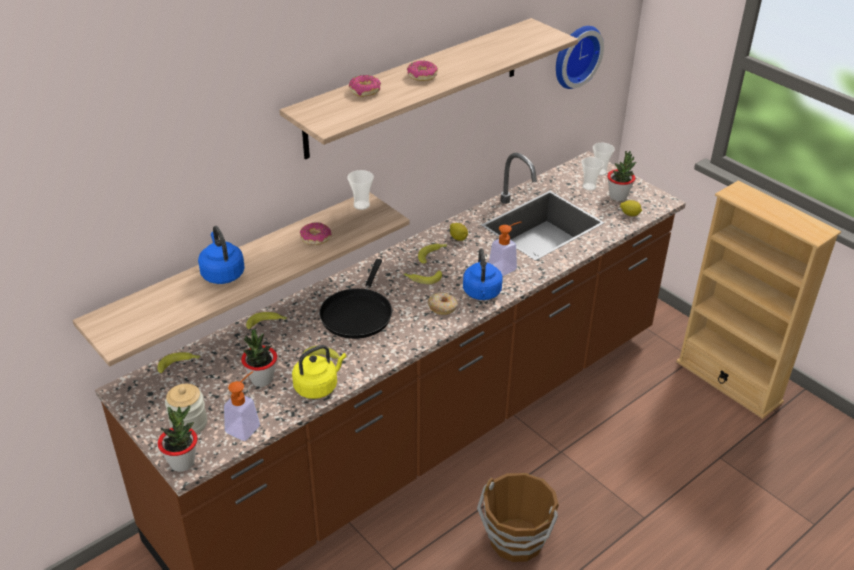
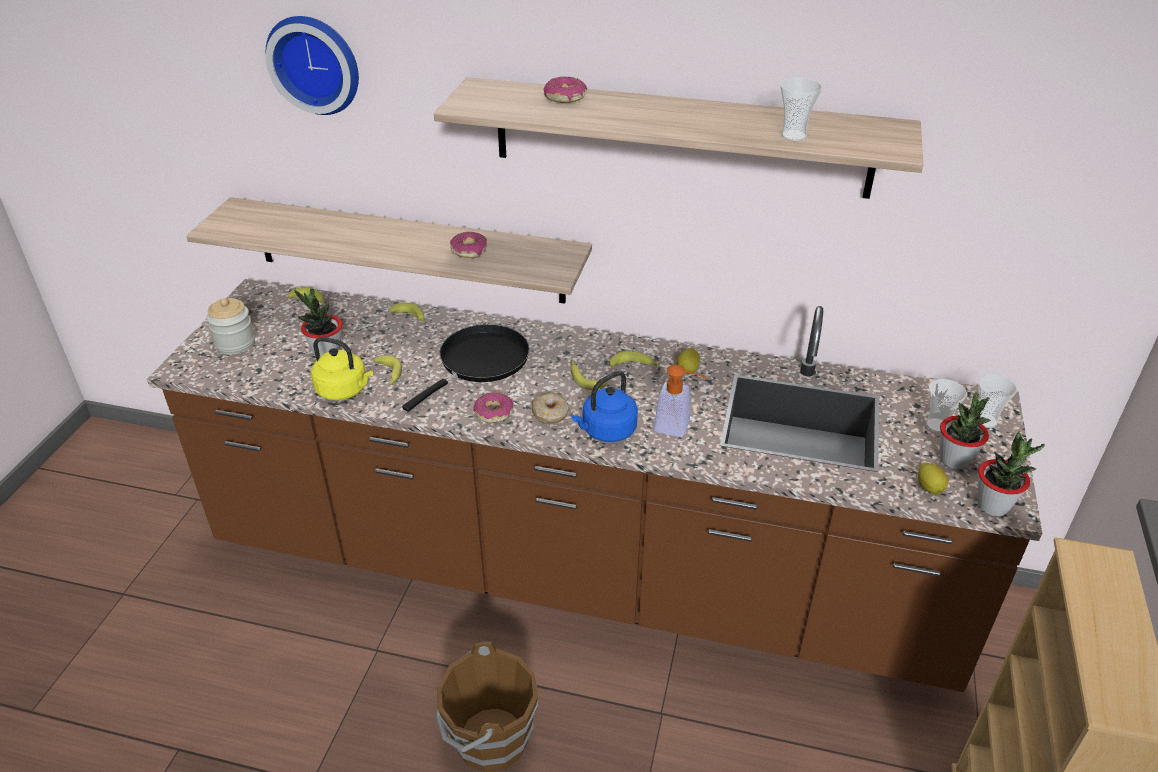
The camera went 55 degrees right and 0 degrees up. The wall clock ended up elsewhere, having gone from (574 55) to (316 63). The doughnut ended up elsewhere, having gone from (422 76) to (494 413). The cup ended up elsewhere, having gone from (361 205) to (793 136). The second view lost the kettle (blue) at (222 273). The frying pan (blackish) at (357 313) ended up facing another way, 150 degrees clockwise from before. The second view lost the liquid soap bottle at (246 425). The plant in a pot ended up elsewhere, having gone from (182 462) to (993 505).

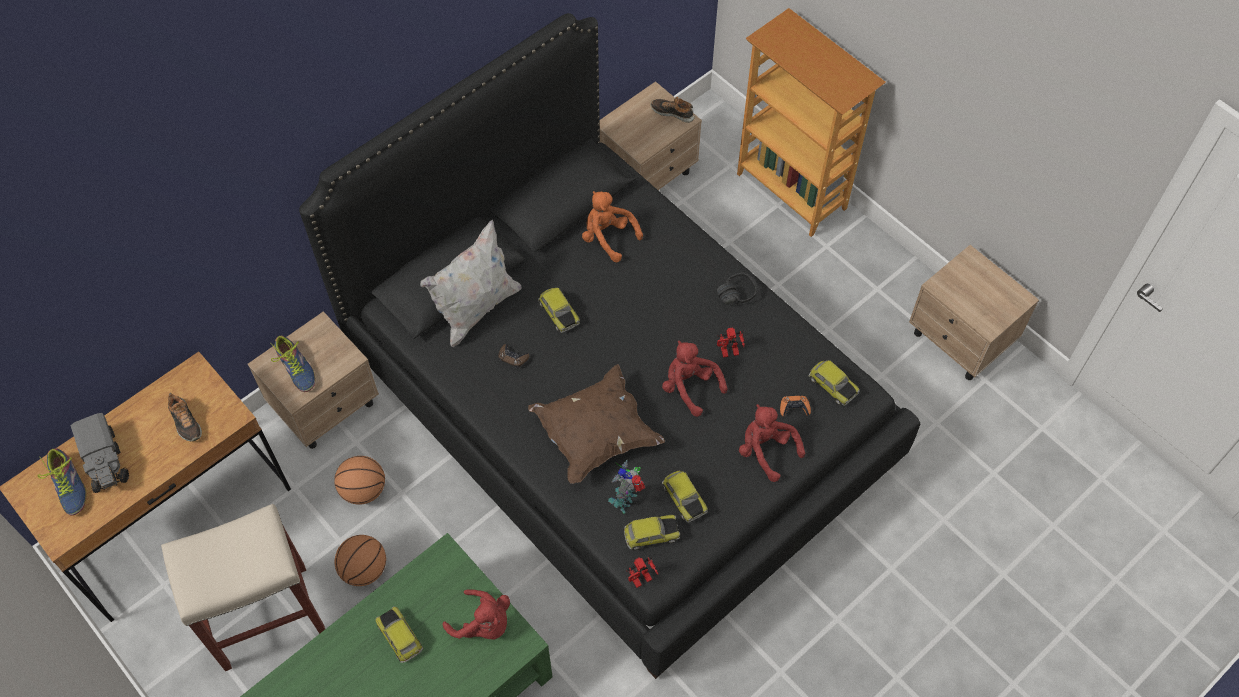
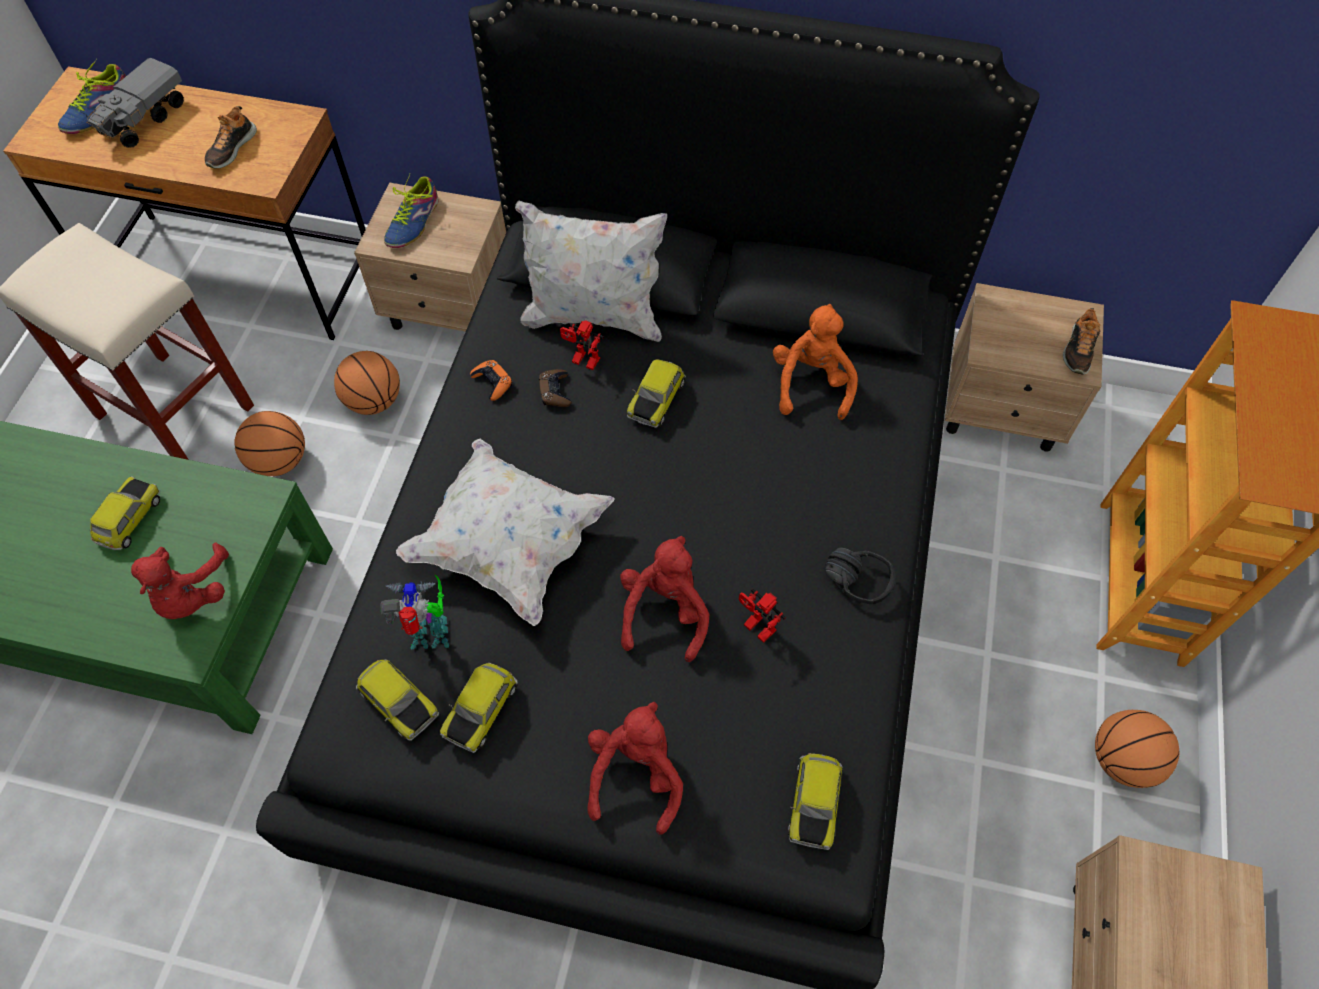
The camera went 55 degrees right and 0 degrees up. The item of footwear at (673 112) ended up facing another way, 150 degrees counterclockwise from before. What was the throw pillow (brownish) at (595 434) turned into the throw pillow (whitish) at (509 545). The joypad (orangey) ended up elsewhere, having gone from (794 408) to (492 382). The toy robot ended up elsewhere, having gone from (641 581) to (582 362). The second view gained the basketball at (1122 759).

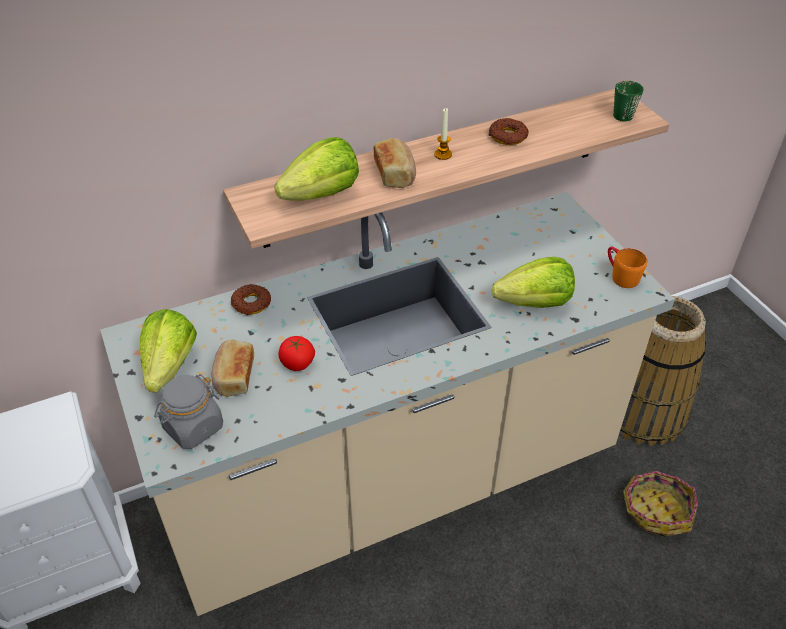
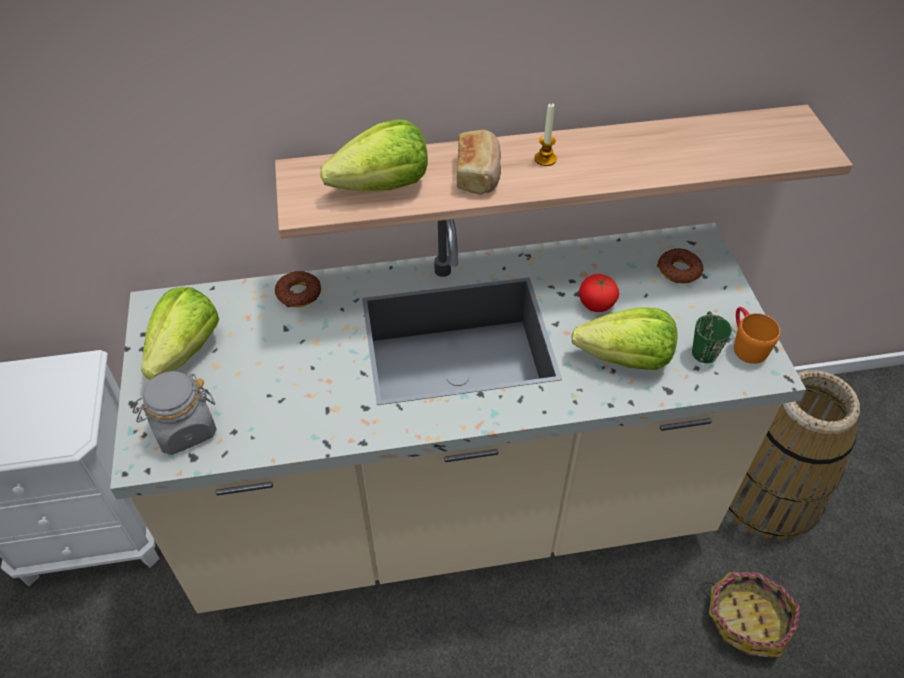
The camera went 15 degrees right and 5 degrees up. The coffee mug (green) ended up elsewhere, having gone from (620 112) to (703 347). The doughnut ended up elsewhere, having gone from (507 136) to (679 270). The tomato ended up elsewhere, having gone from (297 363) to (596 304). The second view lost the bakery bread at (233 376).

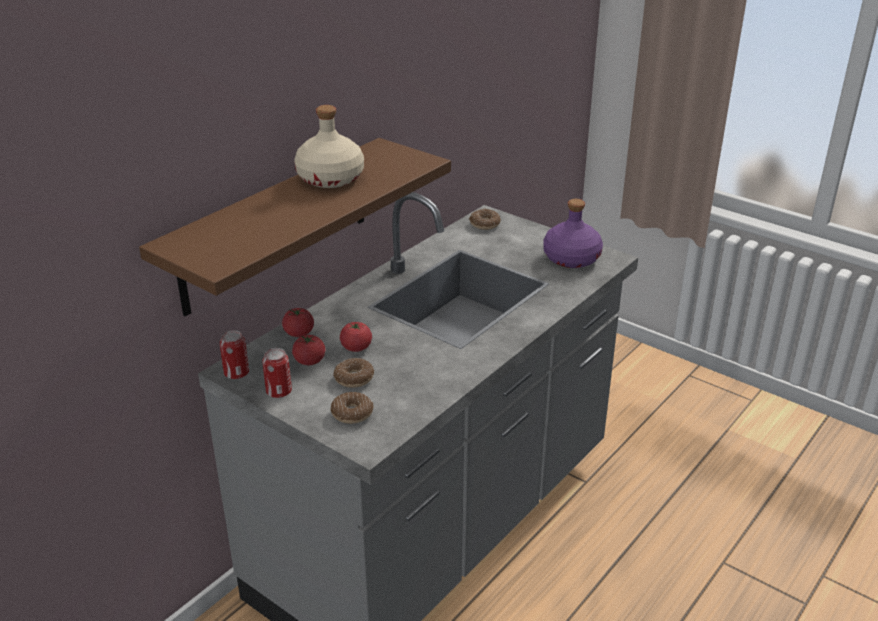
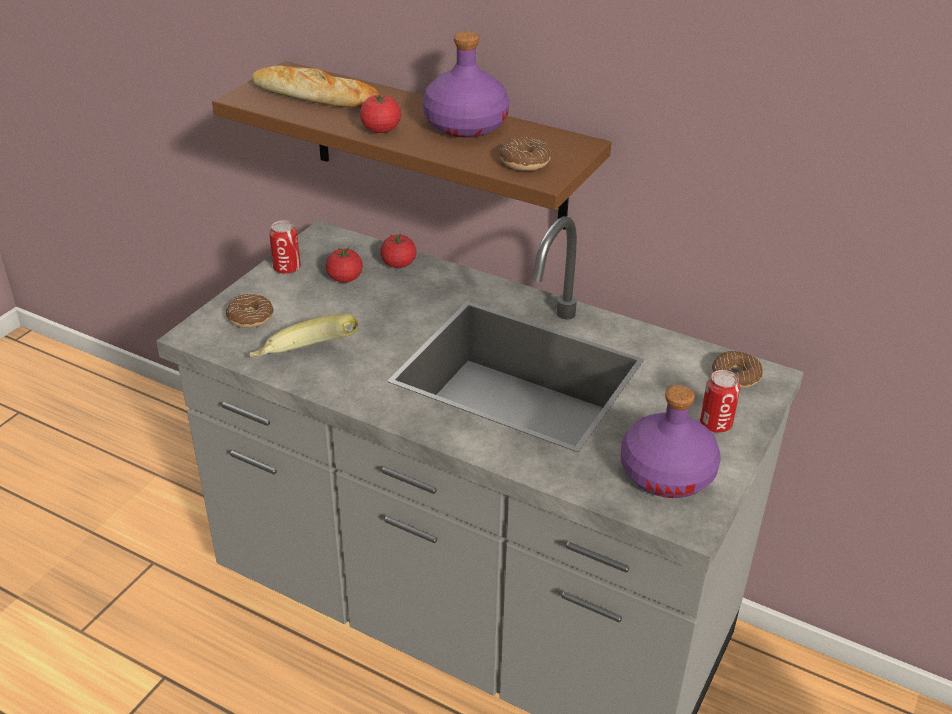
The camera went 80 degrees right and 5 degrees up. What was the beverage bottle (beige) at (330 178) turned into the beverage bottle (purple) at (464 125). The tomato ended up elsewhere, having gone from (356 347) to (381 129). The can ended up elsewhere, having gone from (236 373) to (715 424). The doughnut ended up elsewhere, having gone from (354 378) to (525 162). The second view gained the bakery bread at (316 96). The second view gained the banana at (305 361).

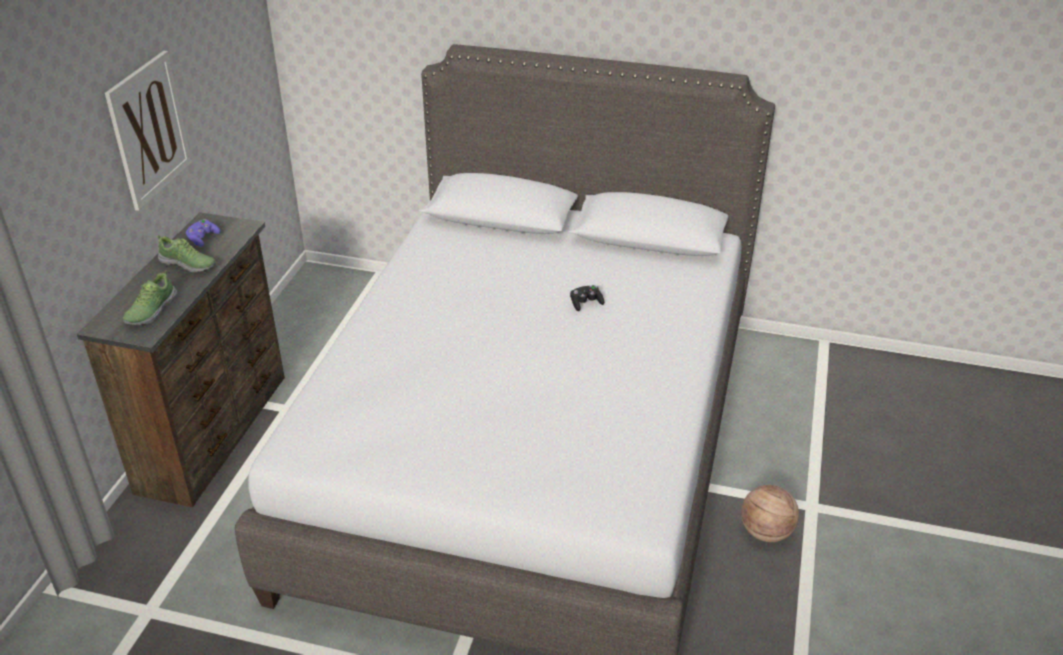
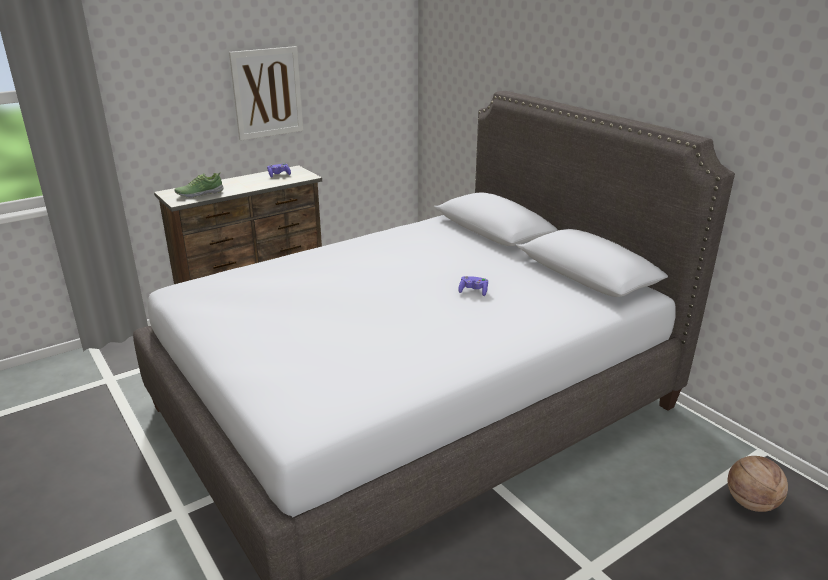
The camera went 40 degrees right and 10 degrees down. The second view lost the item of footwear at (188 264). What was the joypad (blackish) at (585 303) turned into the joypad (purple) at (473 291). The basketball ended up elsewhere, having gone from (766 532) to (751 503).

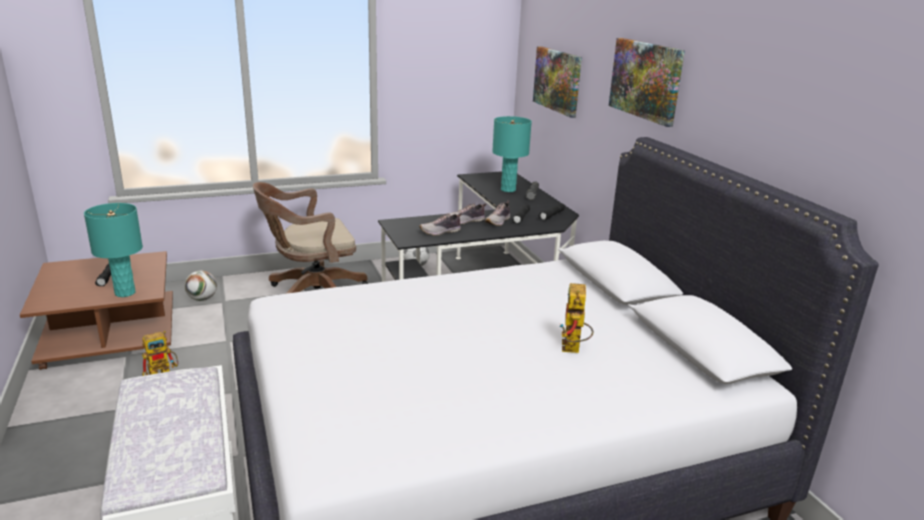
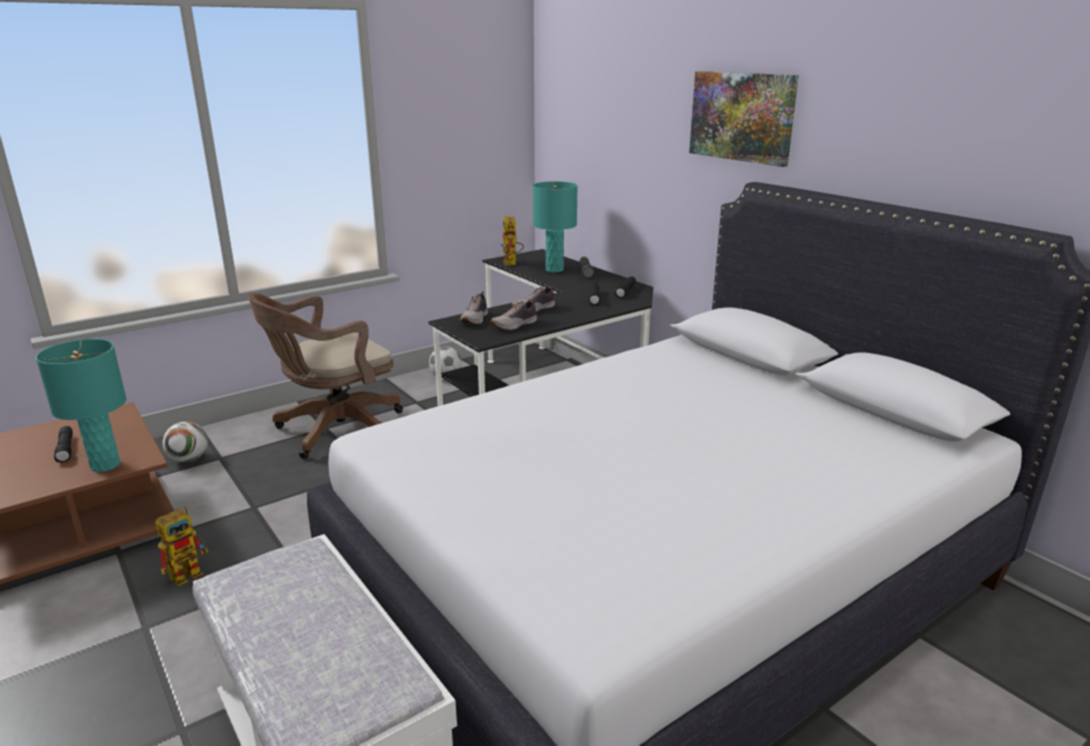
The camera went 15 degrees left and 0 degrees up. The second view lost the picture at (557 80). The item of footwear ended up elsewhere, having gone from (498 221) to (475 319). The toy robot ended up elsewhere, having gone from (573 350) to (511 264).

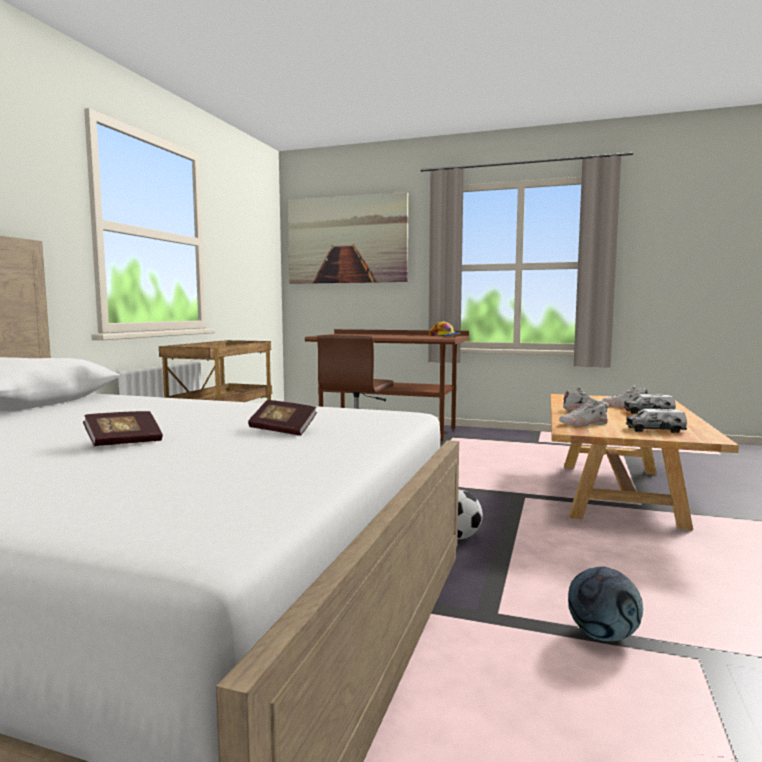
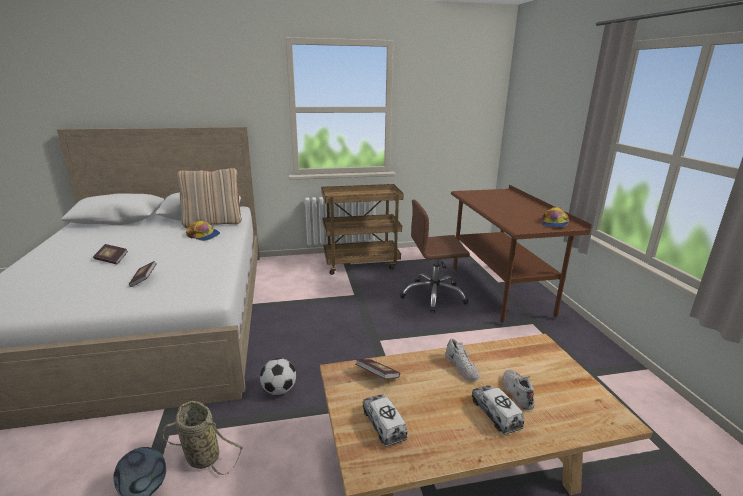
The camera went 60 degrees right and 15 degrees up. The second view lost the picture at (347 240). Where the item of footwear (whitish) stood at (583 424), the book came to stand at (377 376). The second view gained the throw pillow (beige) at (213 223). The second view gained the peaked cap at (203 235). The second view gained the basket at (201 456).

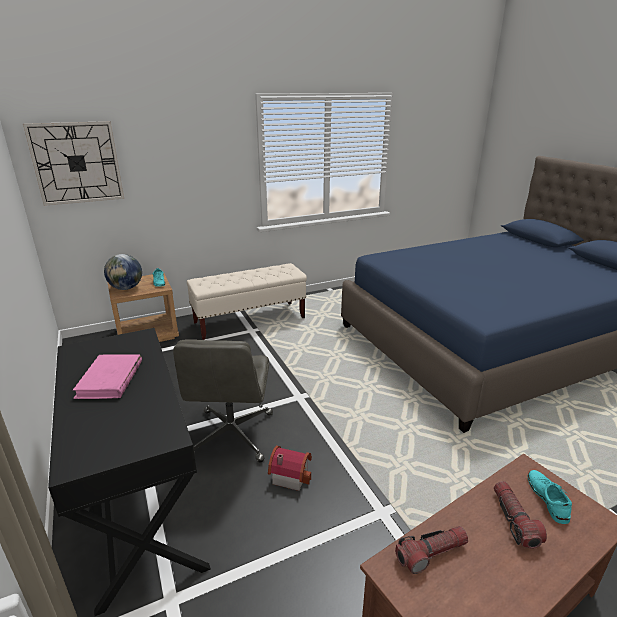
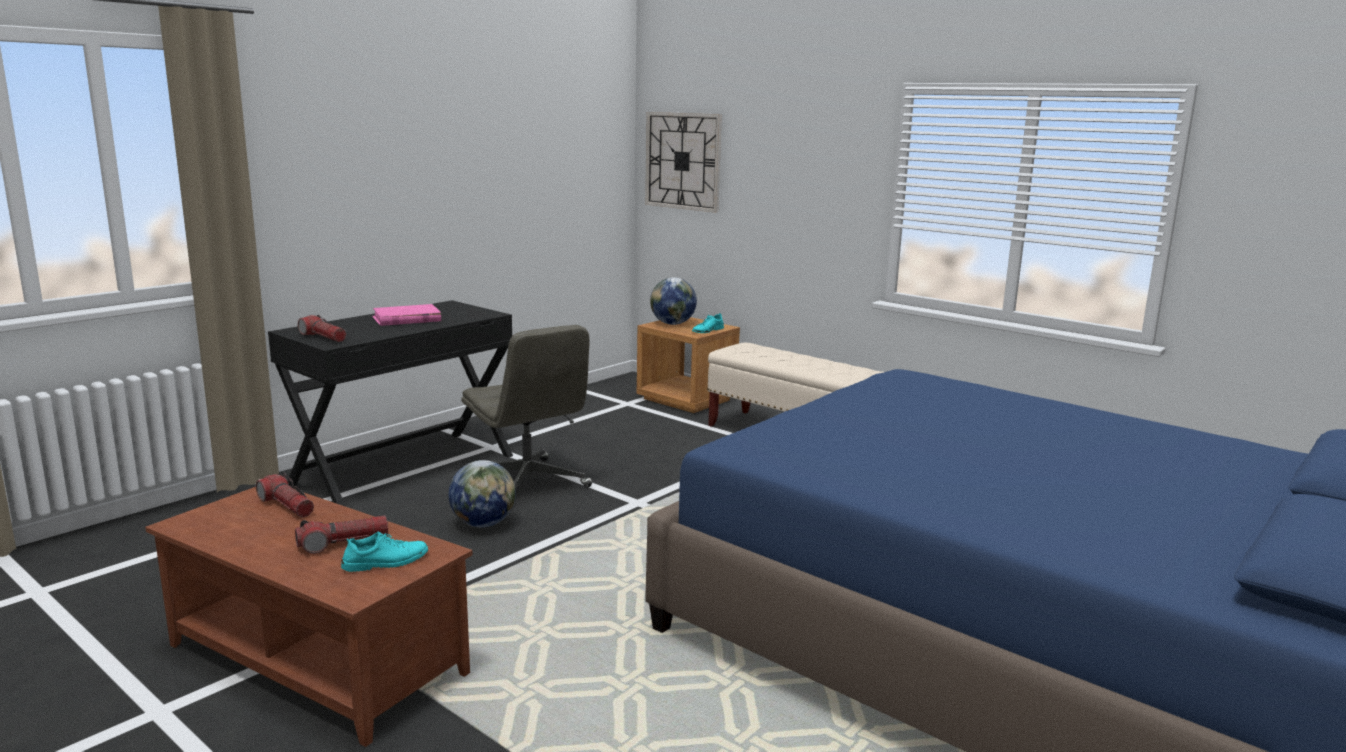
The camera went 65 degrees right and 10 degrees down. The computer chair (greyish) at (232 436) ended up facing another way, 105 degrees counterclockwise from before. Where the miniature house stood at (290 475), the desk globe came to stand at (483 524). The second view gained the hand torch at (323 337).

